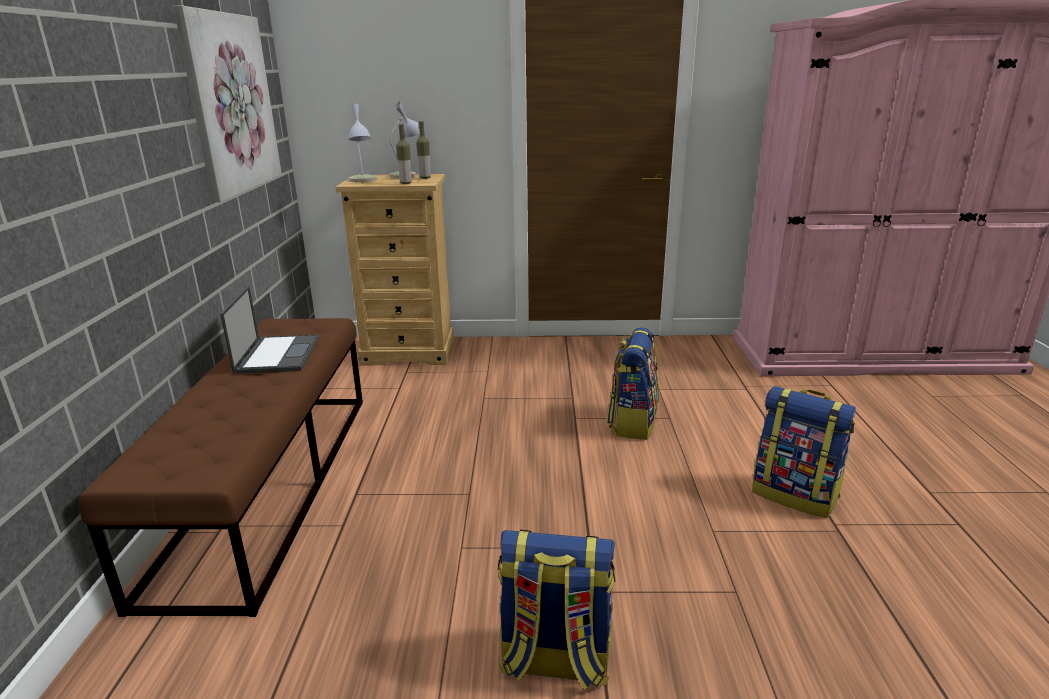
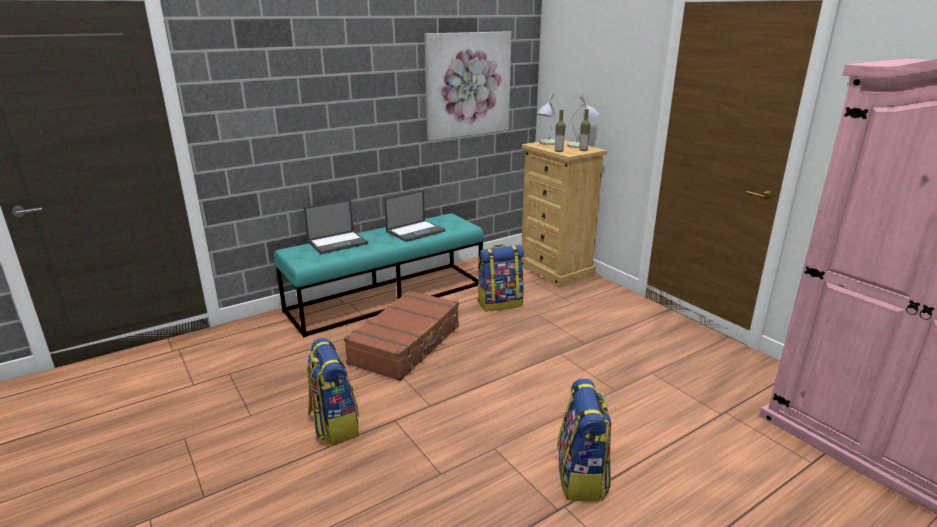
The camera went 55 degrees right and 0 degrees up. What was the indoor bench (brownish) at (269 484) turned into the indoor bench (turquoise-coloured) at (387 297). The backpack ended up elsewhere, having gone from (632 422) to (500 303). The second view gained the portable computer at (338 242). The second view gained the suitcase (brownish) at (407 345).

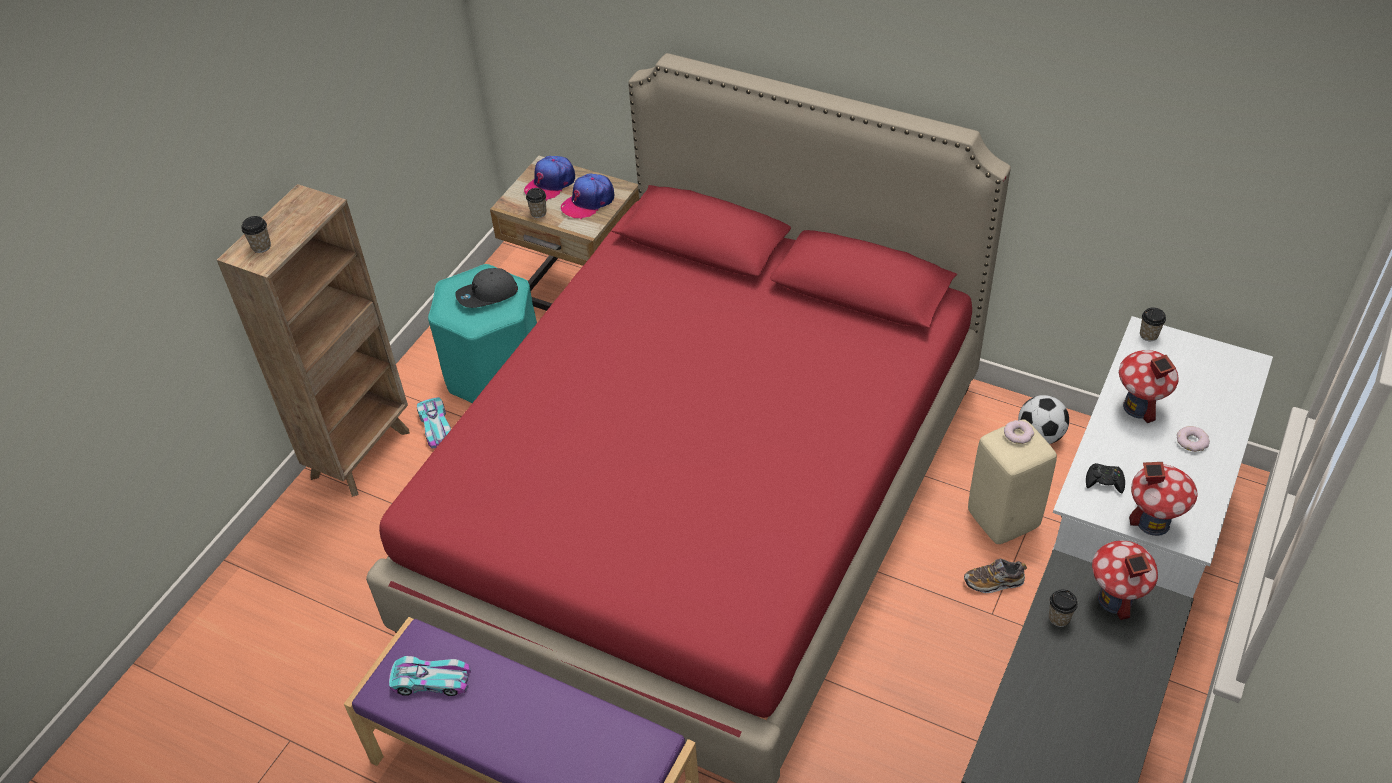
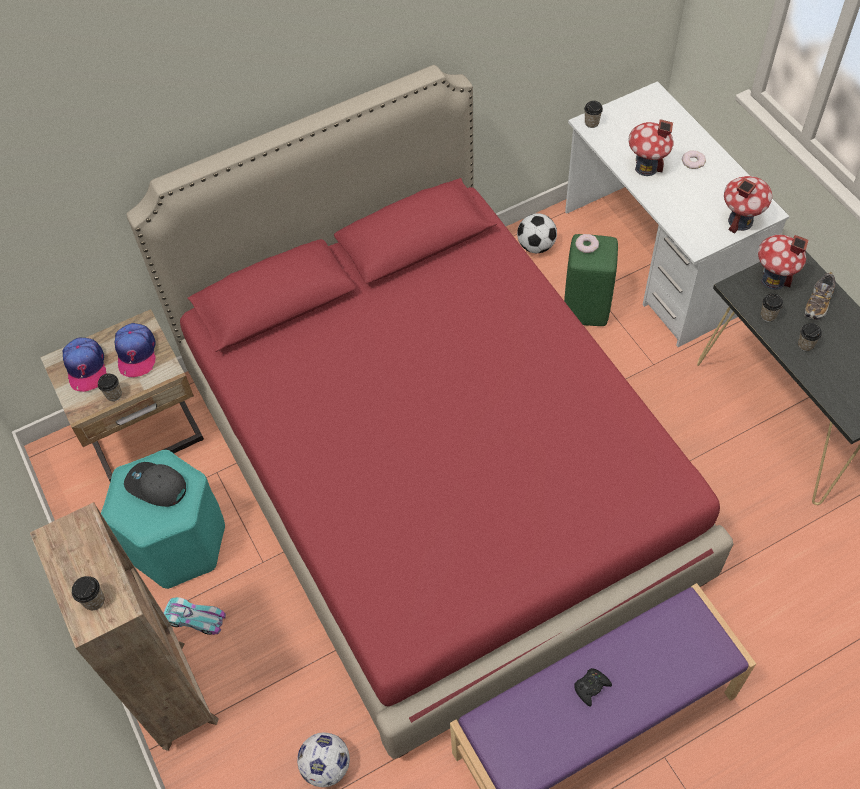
The camera went 55 degrees left and 10 degrees up. The peaked cap (greyish) at (487 295) ended up facing another way, 105 degrees clockwise from before. What was the sitting stool (beige) at (1003 520) turned into the sitting stool (green) at (587 310). The joypad (blackish) ended up elsewhere, having gone from (1104 481) to (591 687). The item of footwear ended up elsewhere, having gone from (993 582) to (818 303). The second view lost the toy car at (431 680). The second view gained the cup at (805 345). The second view gained the football ball at (326 766).

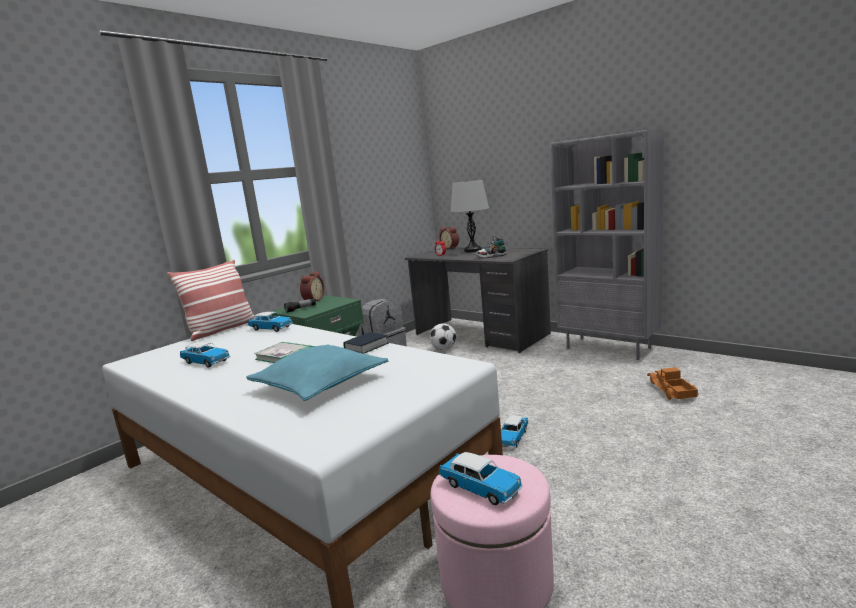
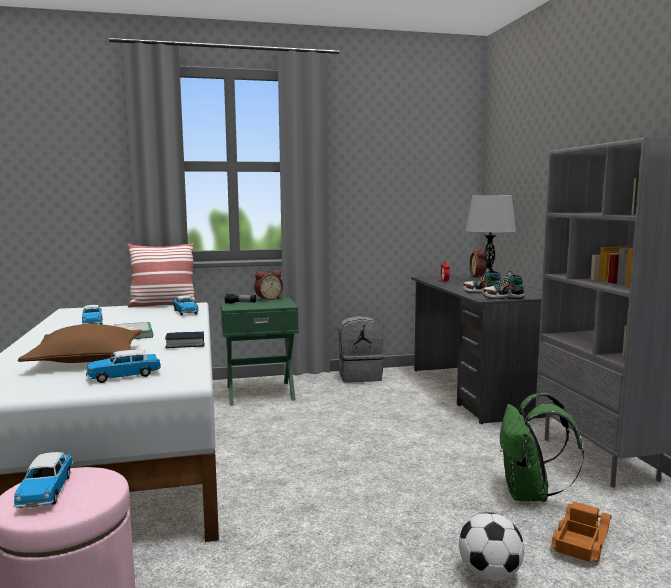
The camera went 35 degrees right and 5 degrees down. The football ball ended up elsewhere, having gone from (444 349) to (490 574). What was the throw pillow (turquoise-coloured) at (320 384) turned into the throw pillow (brownish) at (87 359). The toy car ended up elsewhere, having gone from (513 437) to (124 376). The second view gained the item of footwear at (502 297). The second view gained the backpack (green) at (529 494).

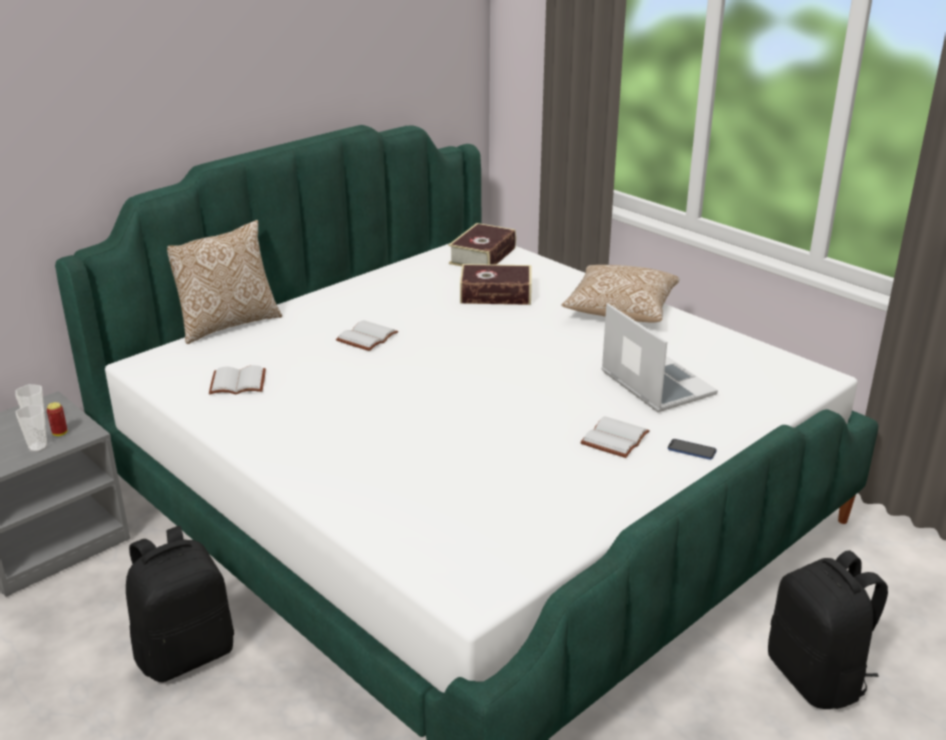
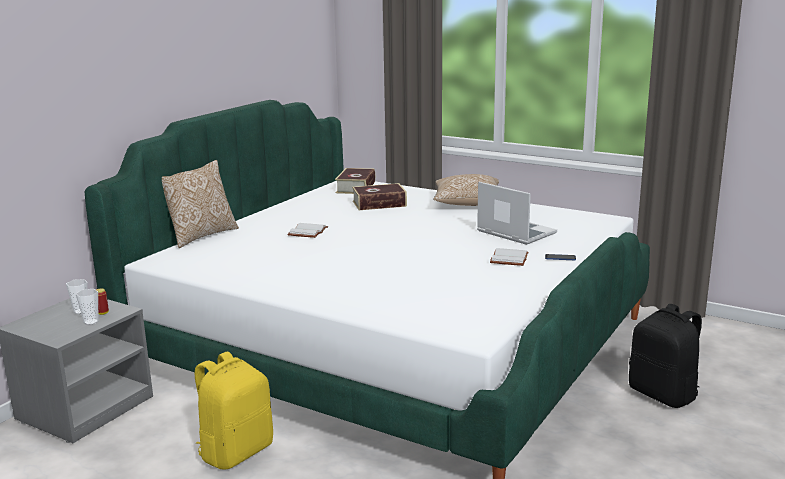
The camera went 15 degrees left and 10 degrees down. The second view lost the book (whitish) at (237 384). What was the backpack (blackish) at (186 653) turned into the backpack (yellowish) at (236 451).

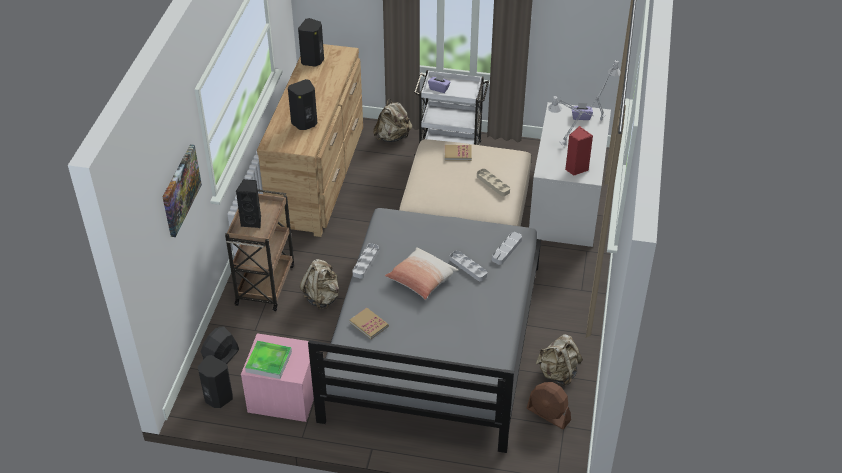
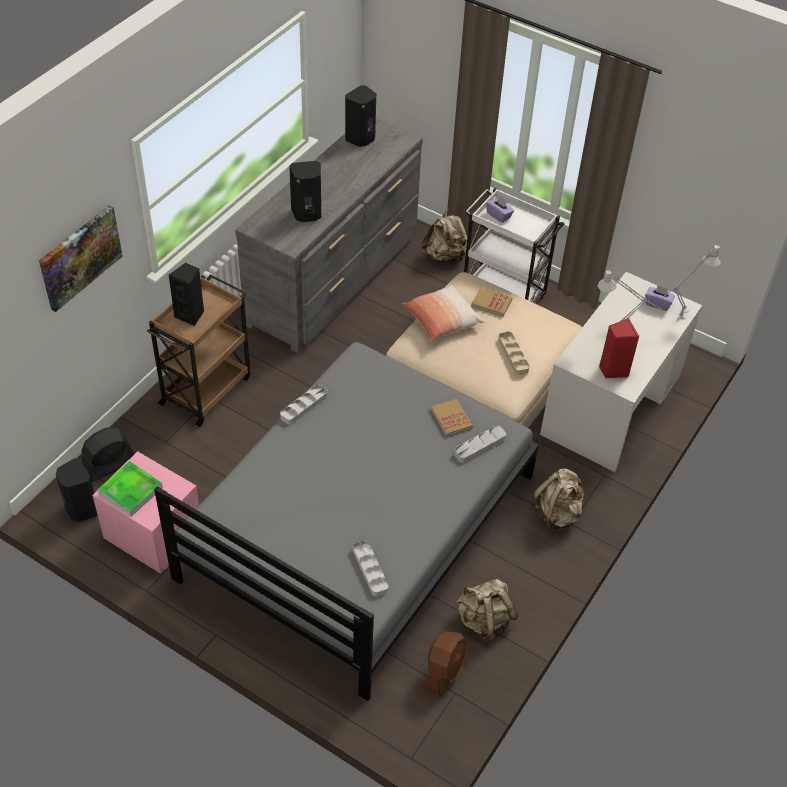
The camera went 20 degrees right and 5 degrees up. What was the dresser (brownish) at (318 175) turned into the dresser (greyish) at (335 277). The throw pillow ended up elsewhere, having gone from (421 280) to (441 321). The carrying tray (greyish) ended up elsewhere, having gone from (468 267) to (370 570). The backpack (beige) ended up elsewhere, having gone from (322 297) to (557 514). The book ended up elsewhere, having gone from (369 324) to (451 419). The electric fan (brownish) at (548 414) ended up facing another way, 120 degrees counterclockwise from before.

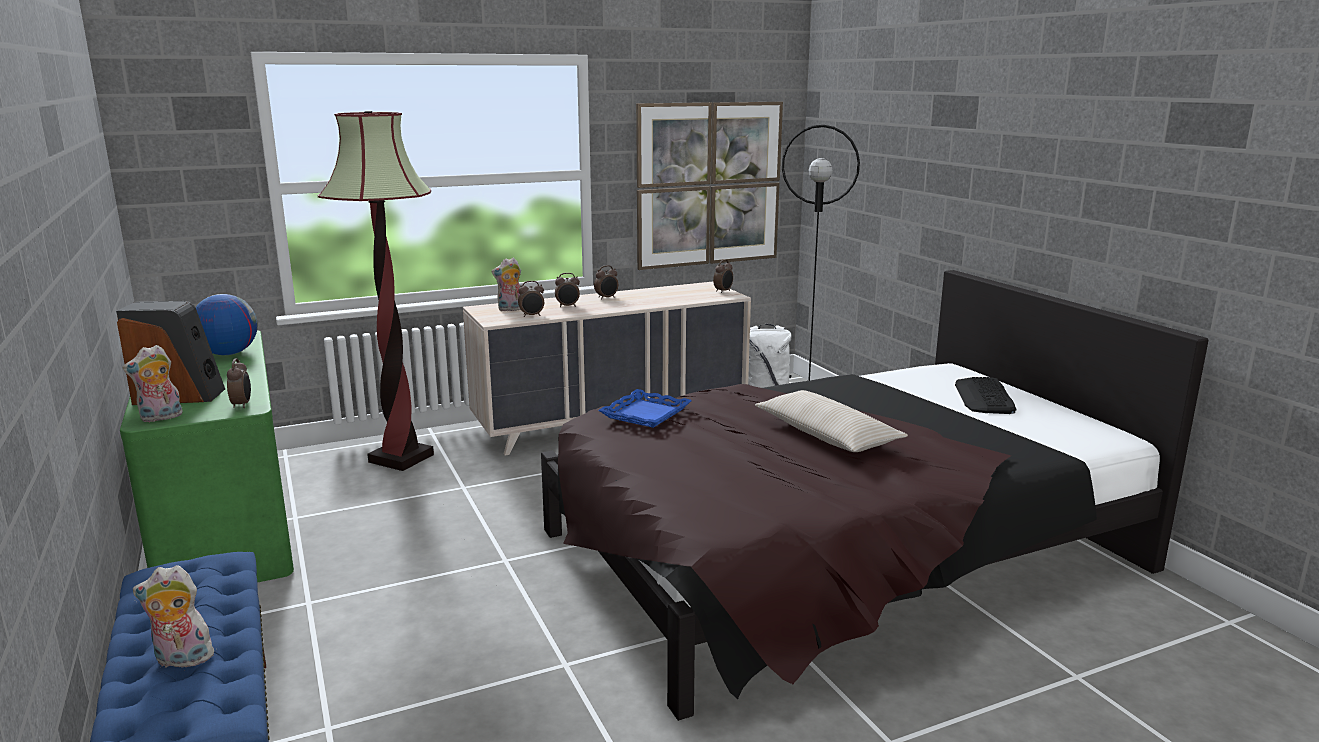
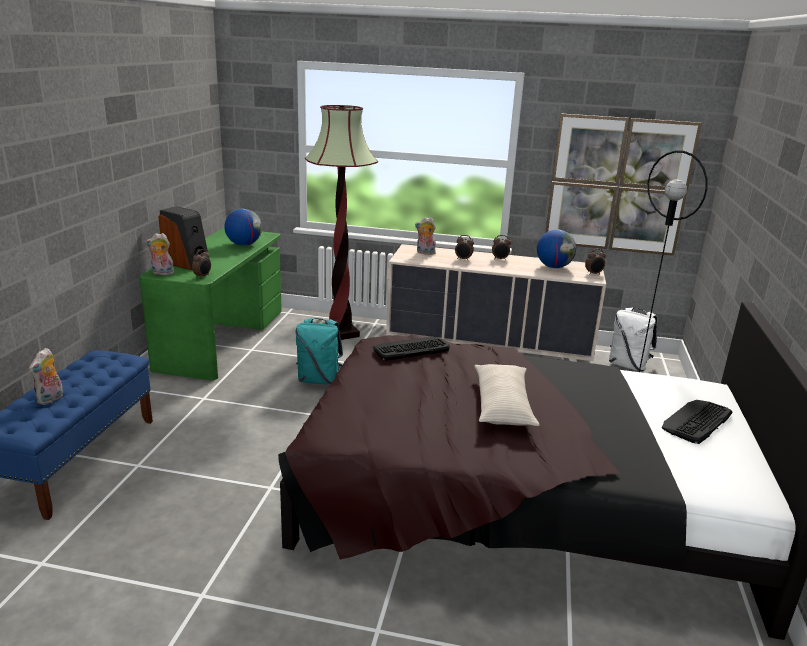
The camera went 35 degrees right and 5 degrees up. The second view lost the alarm clock at (532 316). Where the carrying tray (blue) stood at (646 414), the PC keyboard came to stand at (410 349). The cuddly toy at (181 660) ended up facing another way, 105 degrees counterclockwise from before. The second view gained the desk globe at (553 267). The second view gained the backpack (turquoise-coloured) at (319 380).

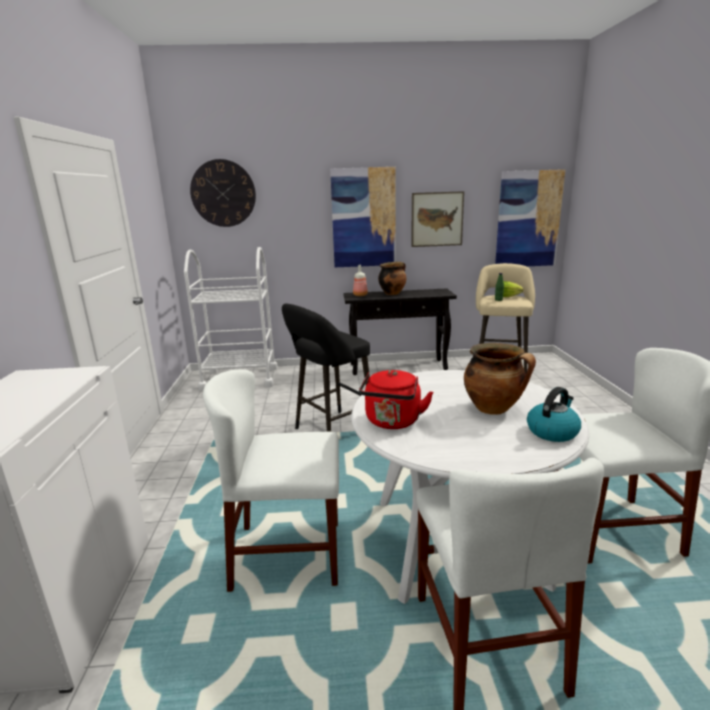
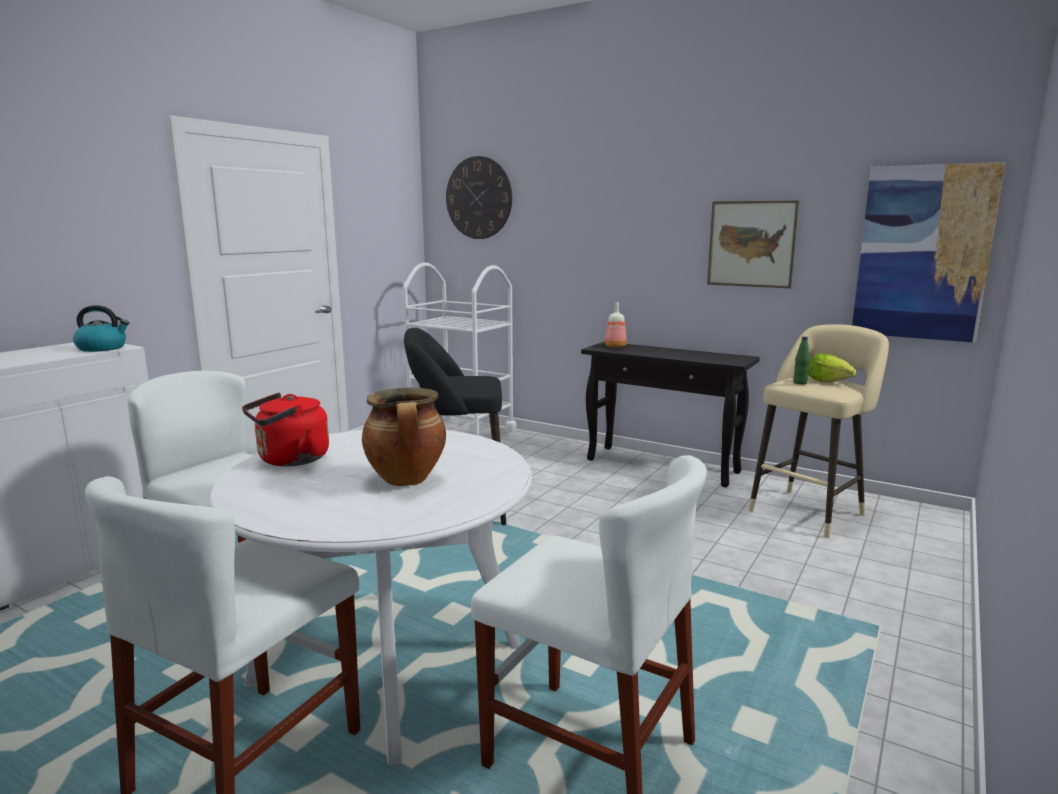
The camera went 35 degrees right and 5 degrees down. The second view lost the picture at (363 218). The second view lost the stockpot at (392 293). The kettle ended up elsewhere, having gone from (552 431) to (103 348).

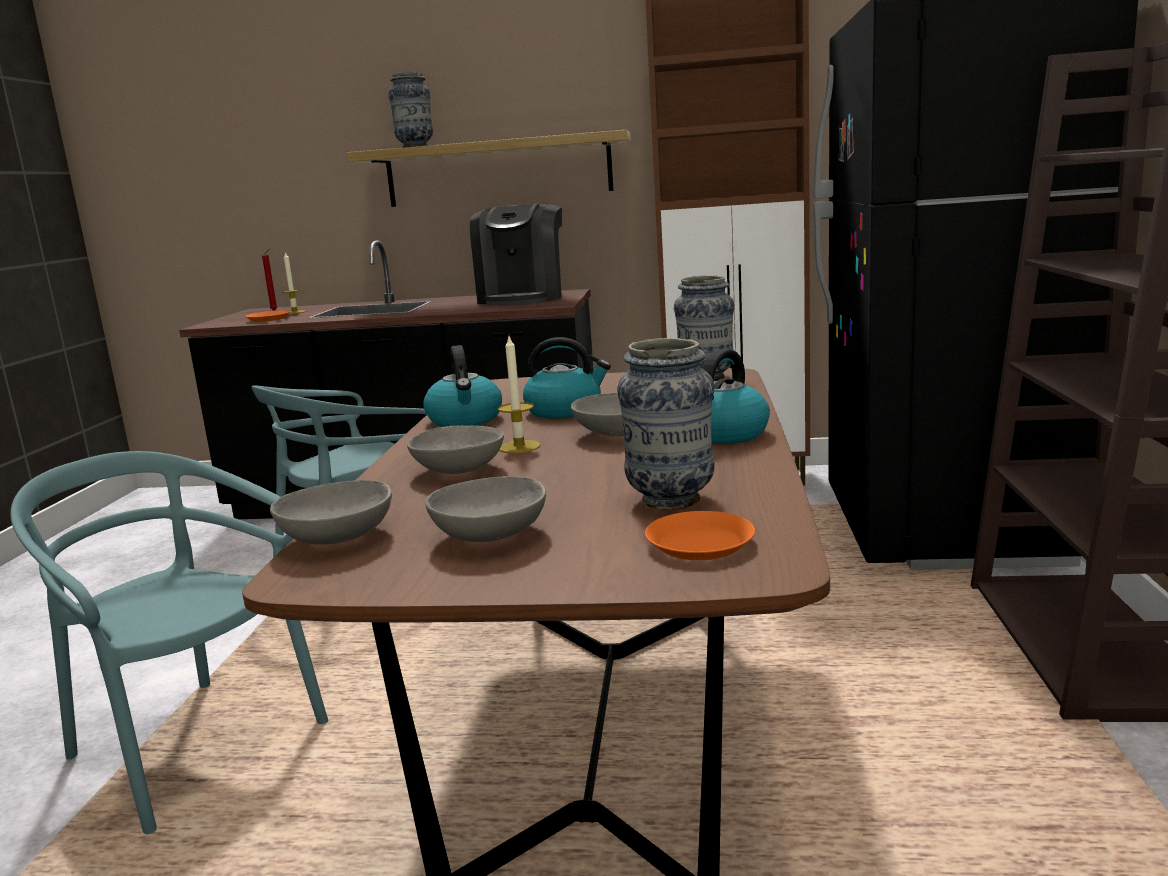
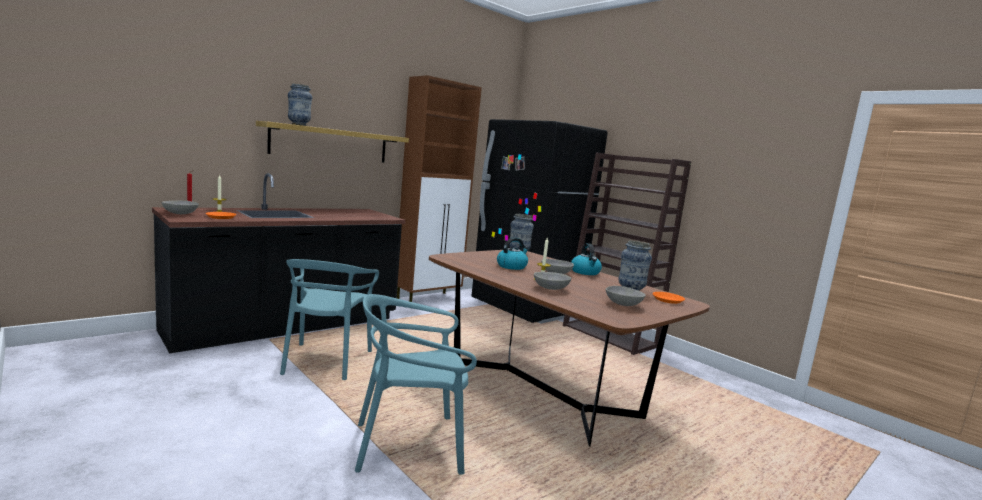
The camera went 50 degrees left and 5 degrees down. The second view lost the coffee brewer at (523 298). The second view lost the kettle at (465 419). The deep dish (greyish) ended up elsewhere, having gone from (336 538) to (180 214).

